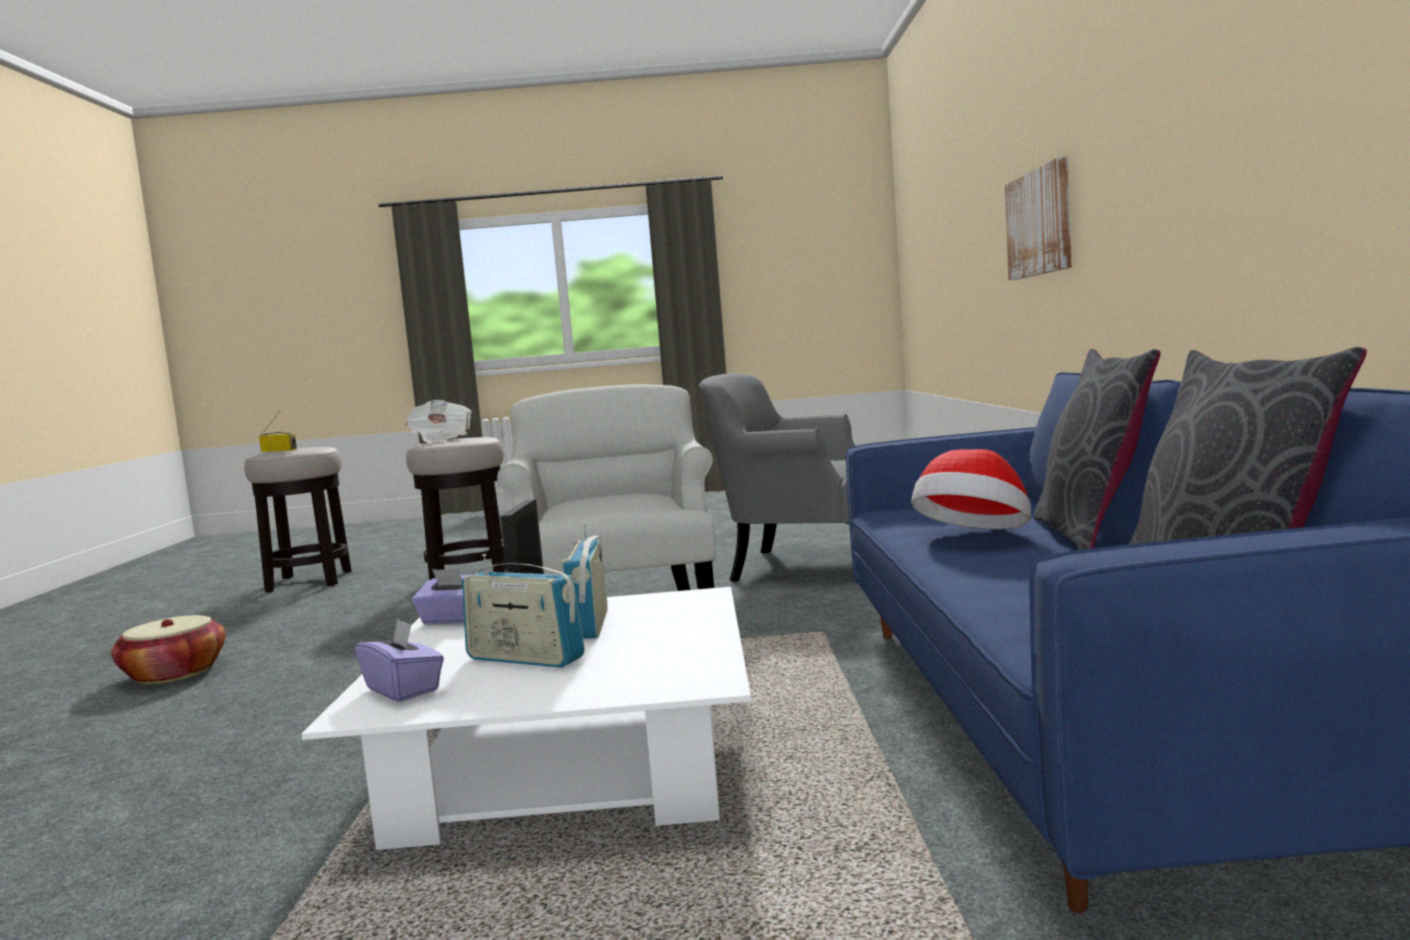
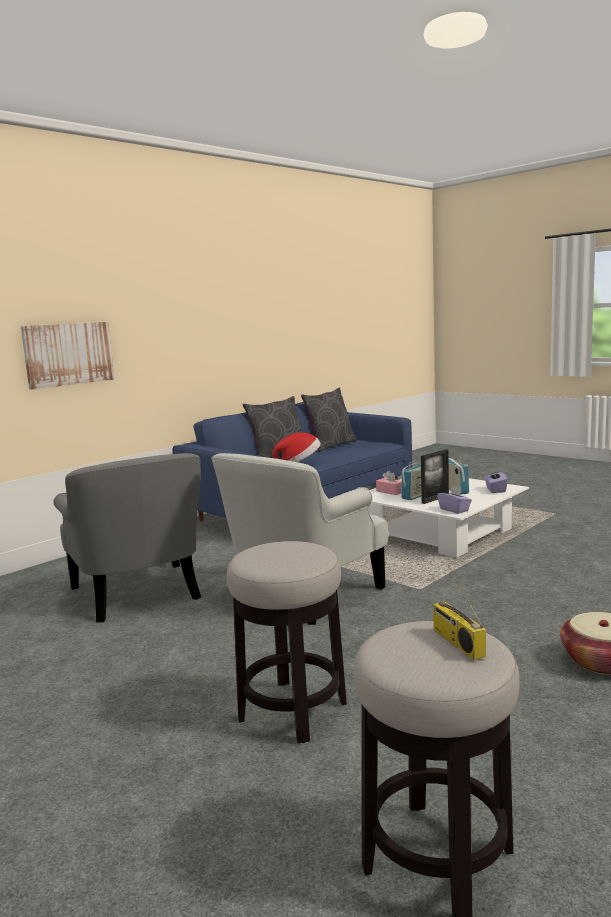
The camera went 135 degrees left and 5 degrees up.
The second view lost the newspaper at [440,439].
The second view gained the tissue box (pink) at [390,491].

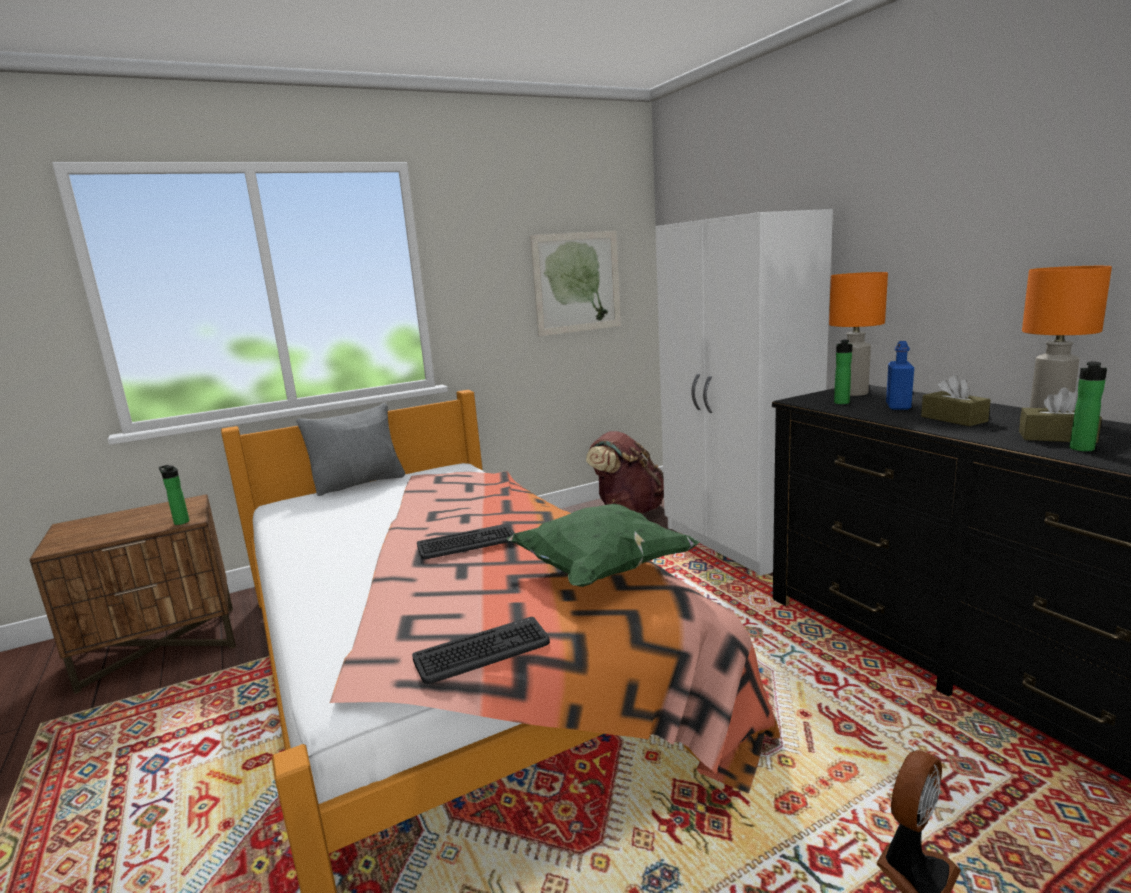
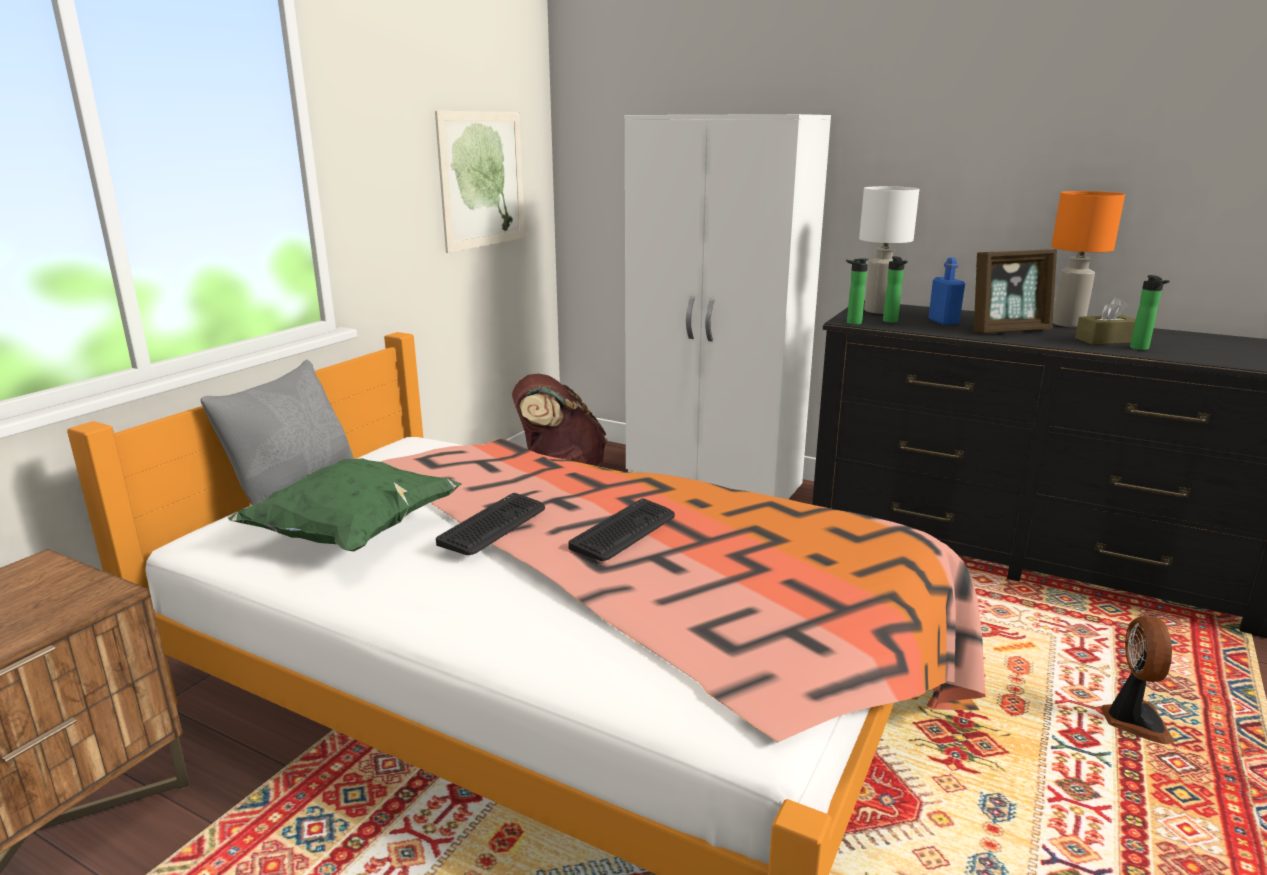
The camera went 35 degrees left and 5 degrees up.
The bottle ended up elsewhere, having gone from [180,522] to [851,323].
The keyboard ended up elsewhere, having gone from [483,652] to [494,525].
The pillow (green) ended up elsewhere, having gone from [601,570] to [354,534].
Where the tissue box (brown) stood at [953,419], the picture frame came to stand at [1009,330].
What was the table lamp (orange) at [853,393] turned into the table lamp (white) at [878,311].

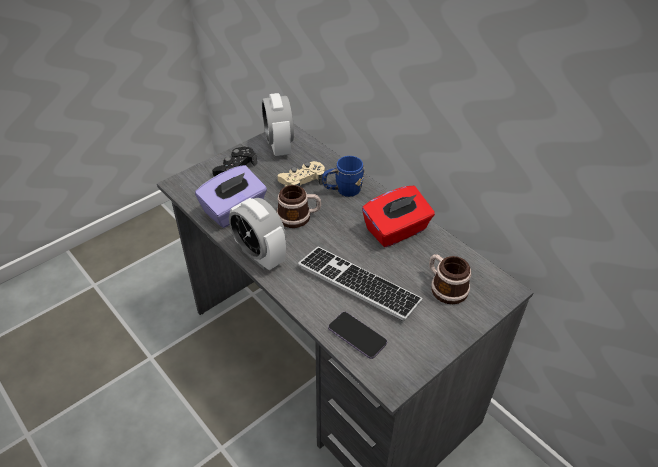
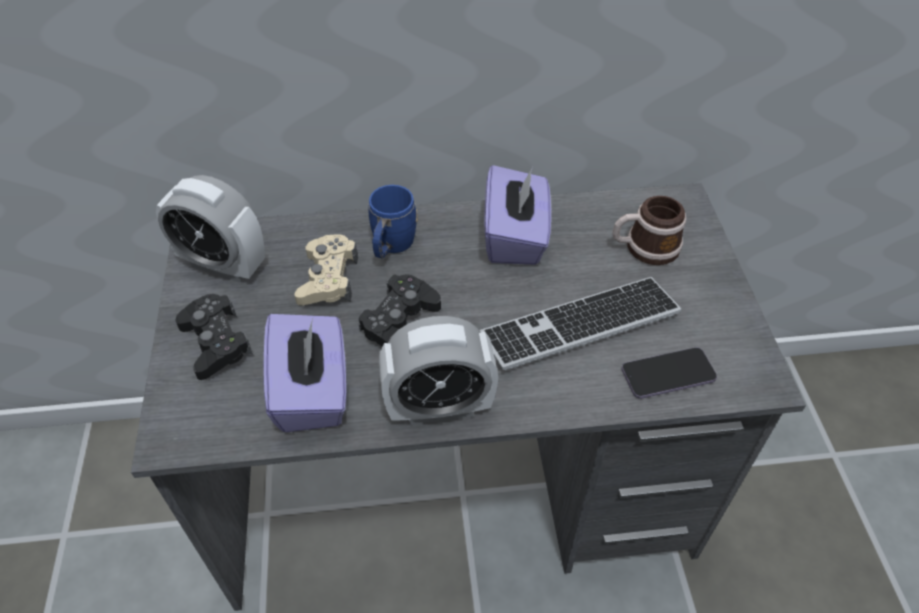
The camera went 55 degrees left and 5 degrees up.
Where the mug stood at [299,217], the game controller (black) came to stand at [400,321].
What was the tissue box (red) at [396,231] turned into the tissue box (purple) at [515,237].

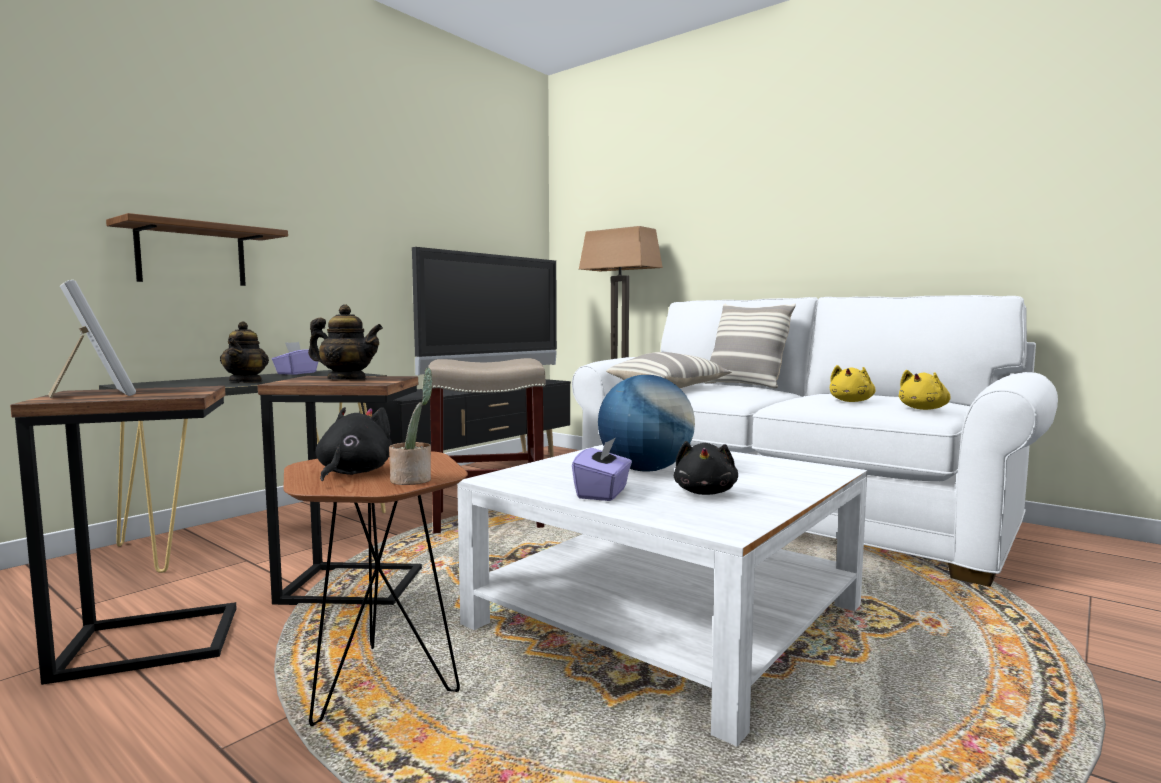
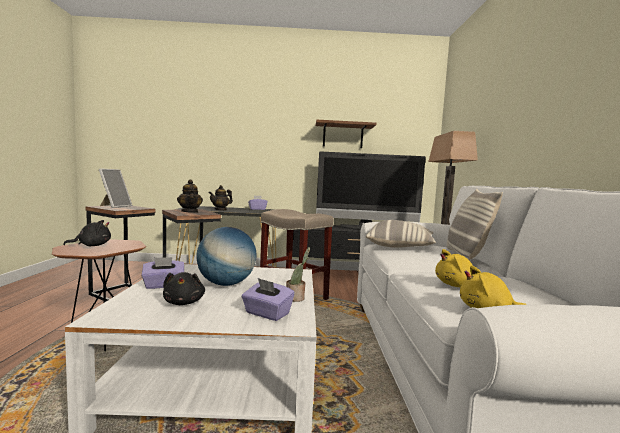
The camera went 50 degrees right and 0 degrees up.
The second view gained the tissue box (purple) at [267,314].
The shelf ended up elsewhere, having gone from [192,255] to [343,136].
The potted plant ended up elsewhere, having gone from [413,479] to [296,298].
The plush toy (black) at [705,492] ended up facing another way, 75 degrees counterclockwise from before.

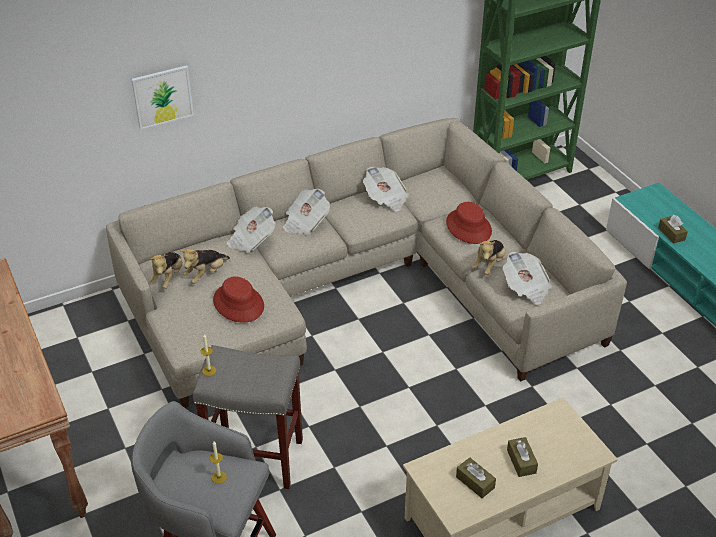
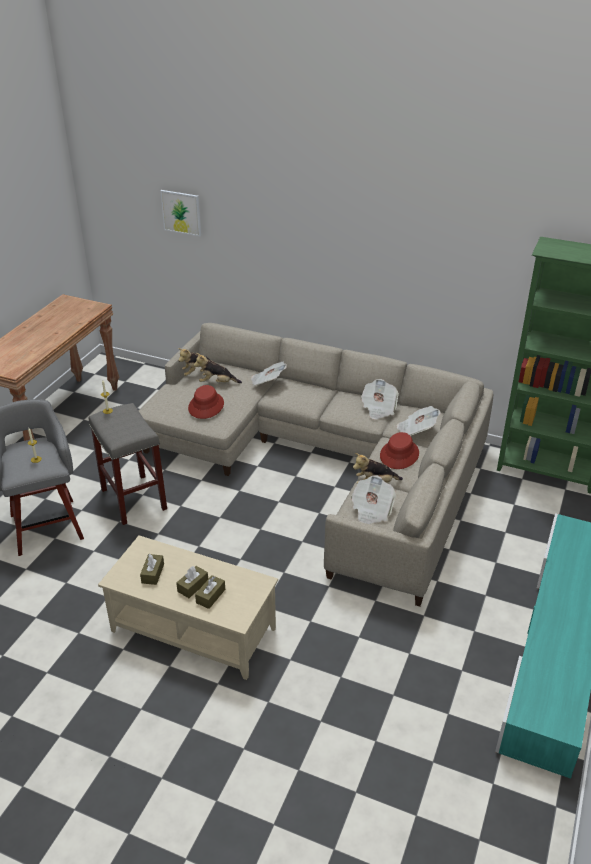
The camera went 50 degrees right and 5 degrees down.
The picture ended up elsewhere, having gone from [162,96] to [181,212].
The newspaper ended up elsewhere, having gone from [305,222] to [416,430].
The tissue box (brown) ended up elsewhere, having gone from [671,234] to [210,596].

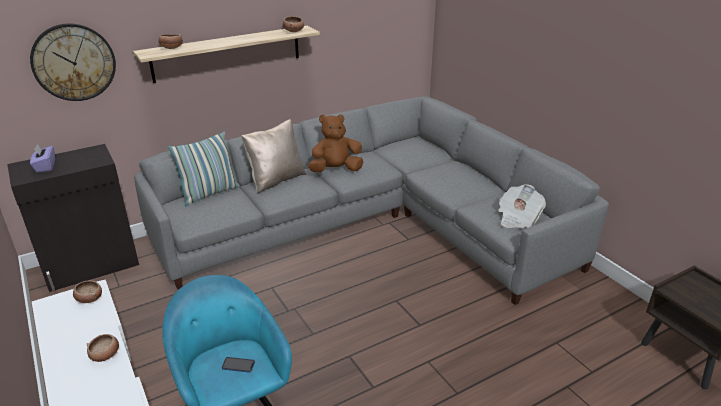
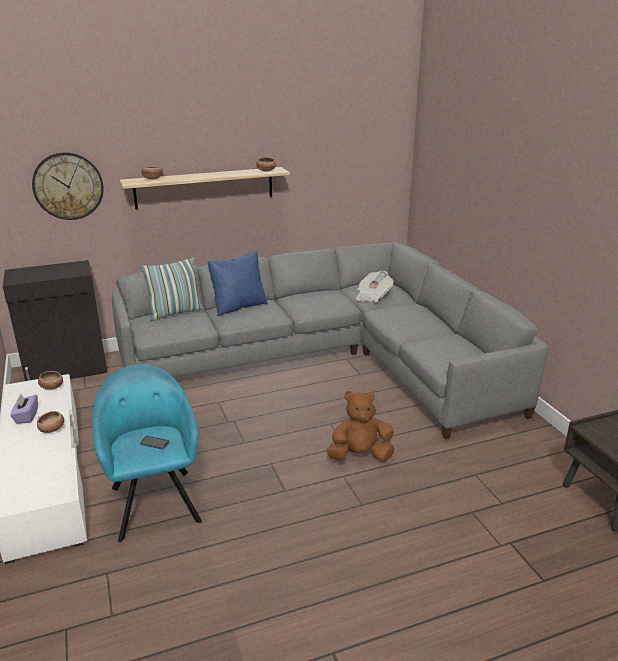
The camera went 10 degrees right and 5 degrees down.
The tissue box (purple) ended up elsewhere, having gone from [45,166] to [26,416].
The plush toy (brown) ended up elsewhere, having gone from [335,170] to [360,456].
The newspaper ended up elsewhere, having gone from [518,218] to [372,296].
What was the pillow (beige) at [276,180] turned into the pillow (blue) at [238,306].

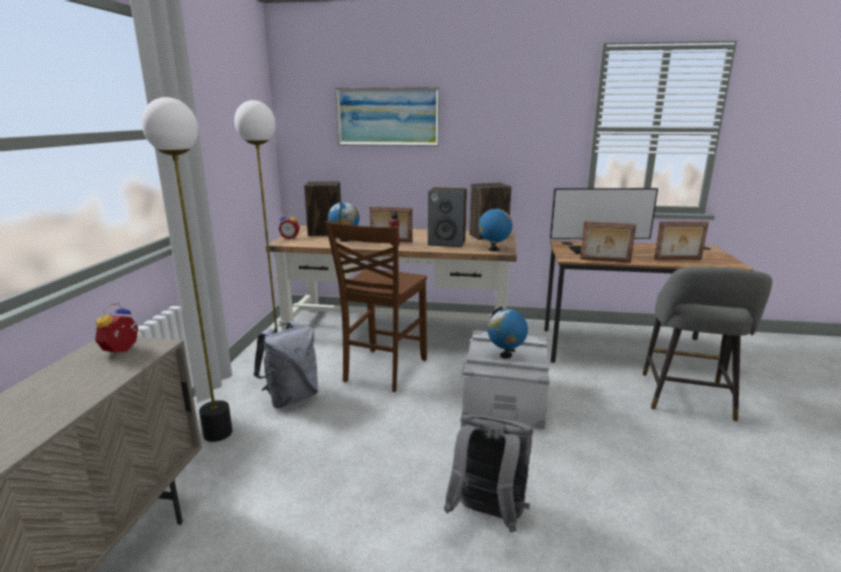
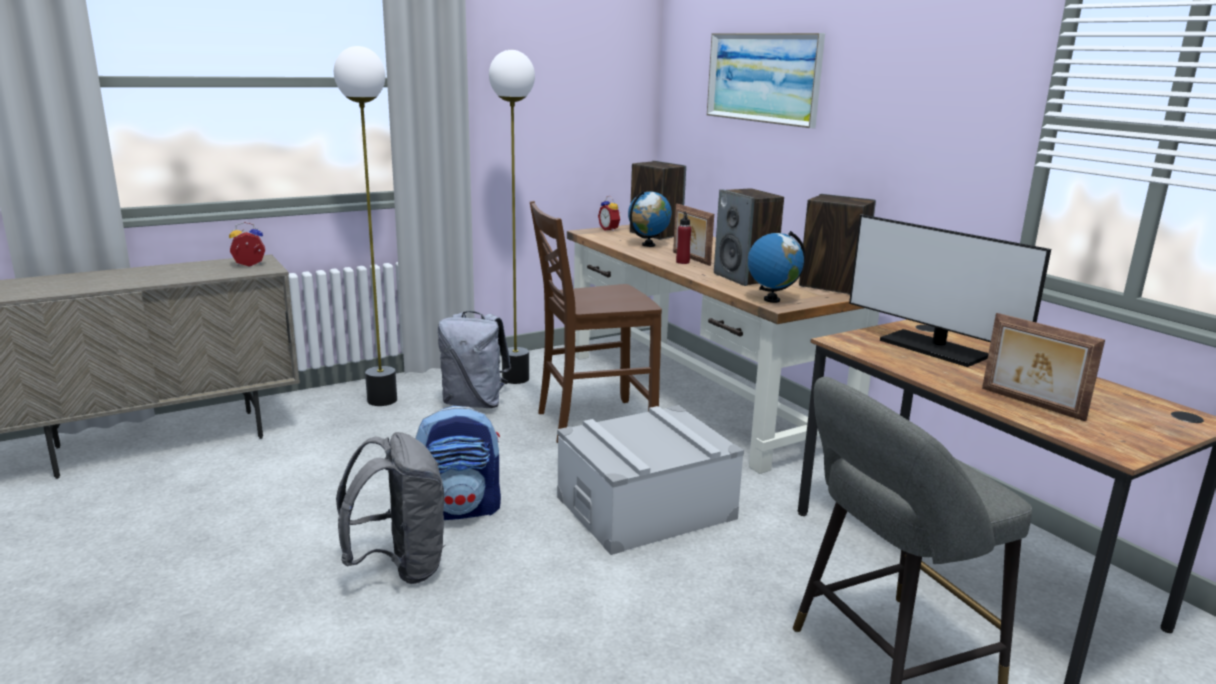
The camera went 50 degrees right and 0 degrees up.
The second view lost the globe at [505,355].
The second view lost the picture frame at [605,261].
The second view gained the backpack at [460,509].

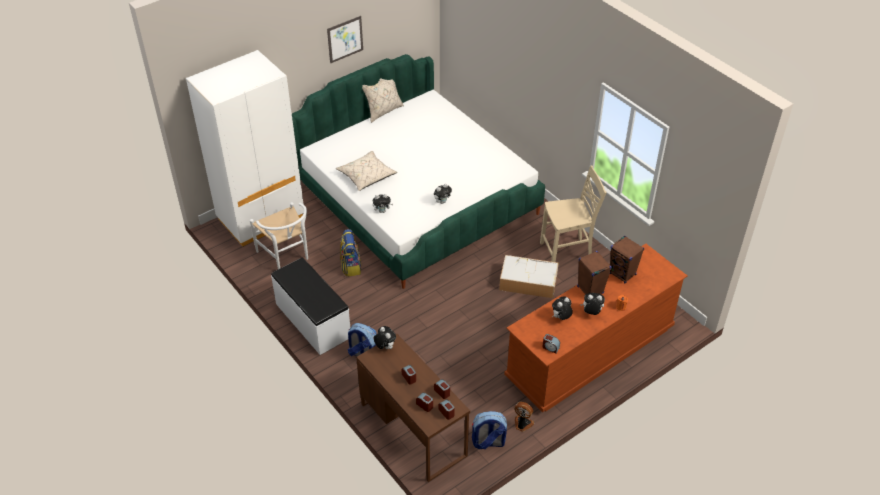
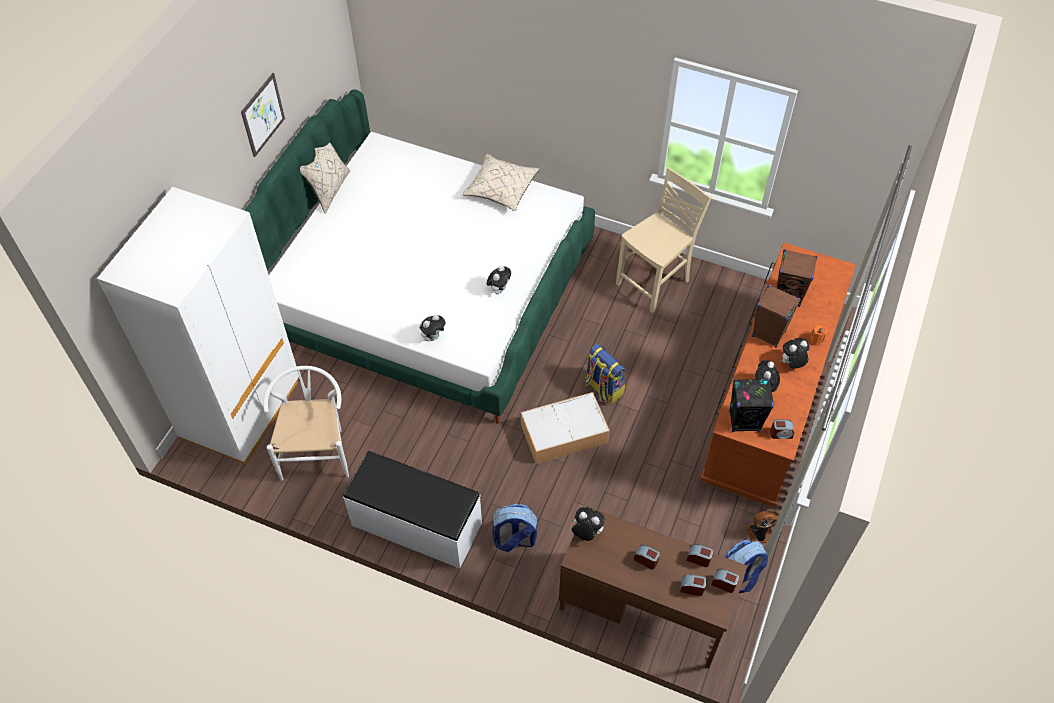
The camera went 30 degrees left and 10 degrees up.
The second view gained the speaker (black) at [744,421].
The pillow (beige) ended up elsewhere, having gone from [366,176] to [501,189].
The backpack ended up elsewhere, having gone from [351,266] to [603,388].
The storage box ended up elsewhere, having gone from [527,282] to [563,434].
The chair (white) at [286,256] ended up facing another way, 120 degrees counterclockwise from before.

